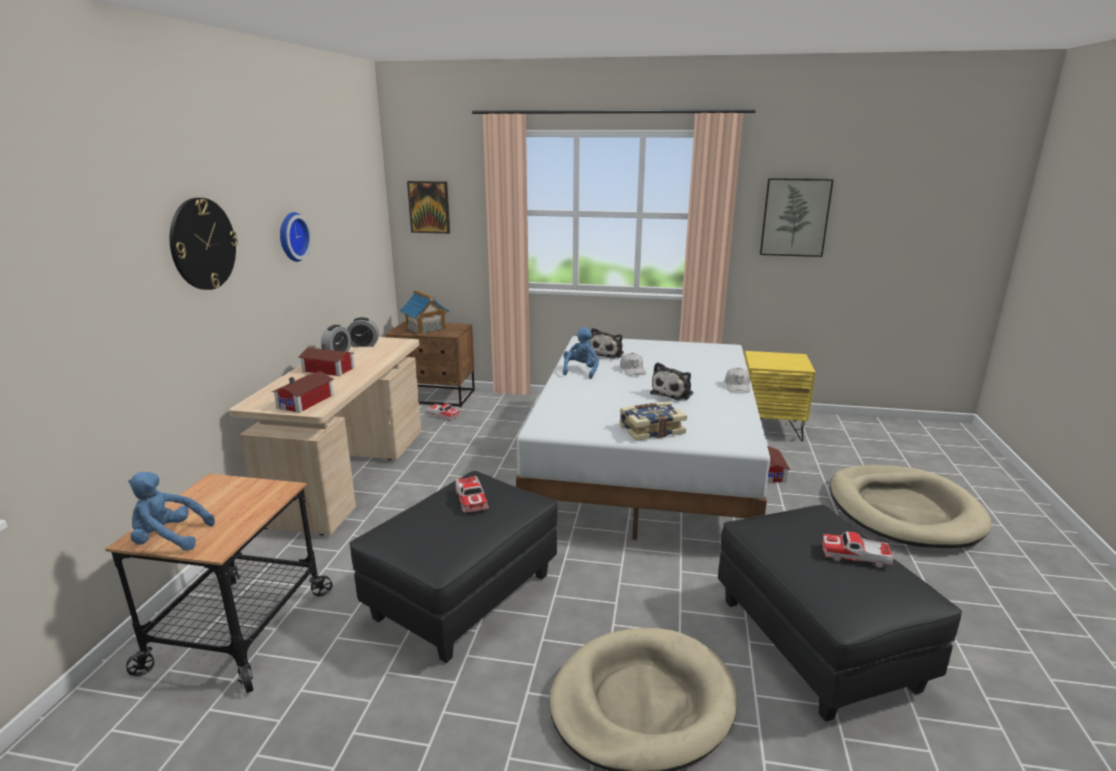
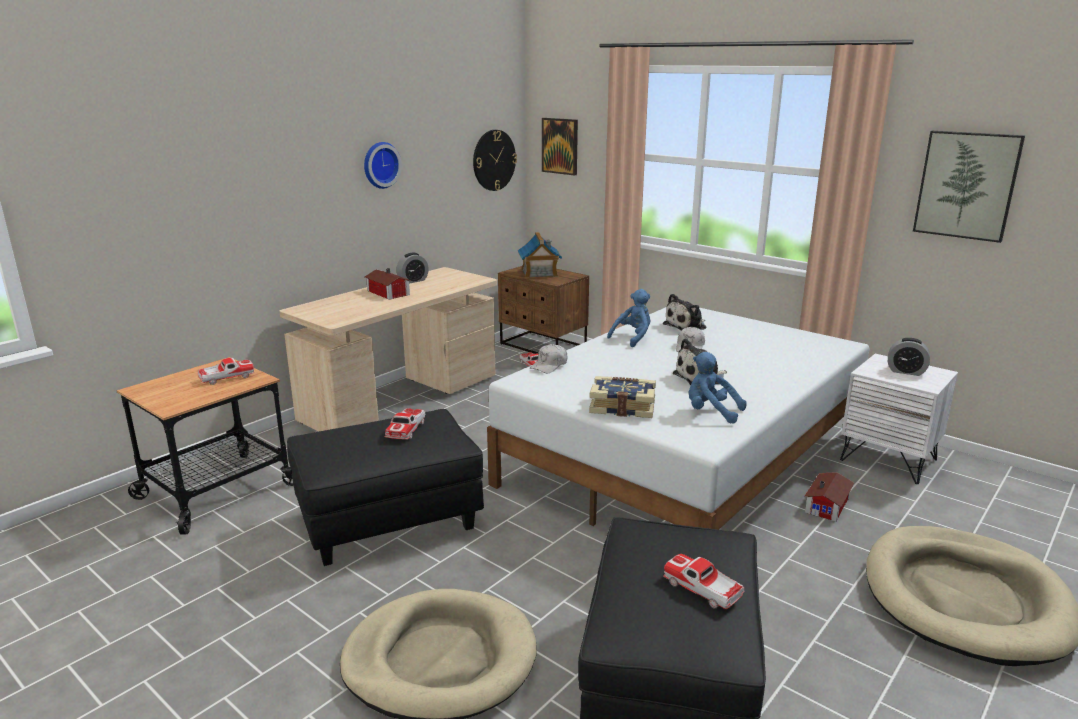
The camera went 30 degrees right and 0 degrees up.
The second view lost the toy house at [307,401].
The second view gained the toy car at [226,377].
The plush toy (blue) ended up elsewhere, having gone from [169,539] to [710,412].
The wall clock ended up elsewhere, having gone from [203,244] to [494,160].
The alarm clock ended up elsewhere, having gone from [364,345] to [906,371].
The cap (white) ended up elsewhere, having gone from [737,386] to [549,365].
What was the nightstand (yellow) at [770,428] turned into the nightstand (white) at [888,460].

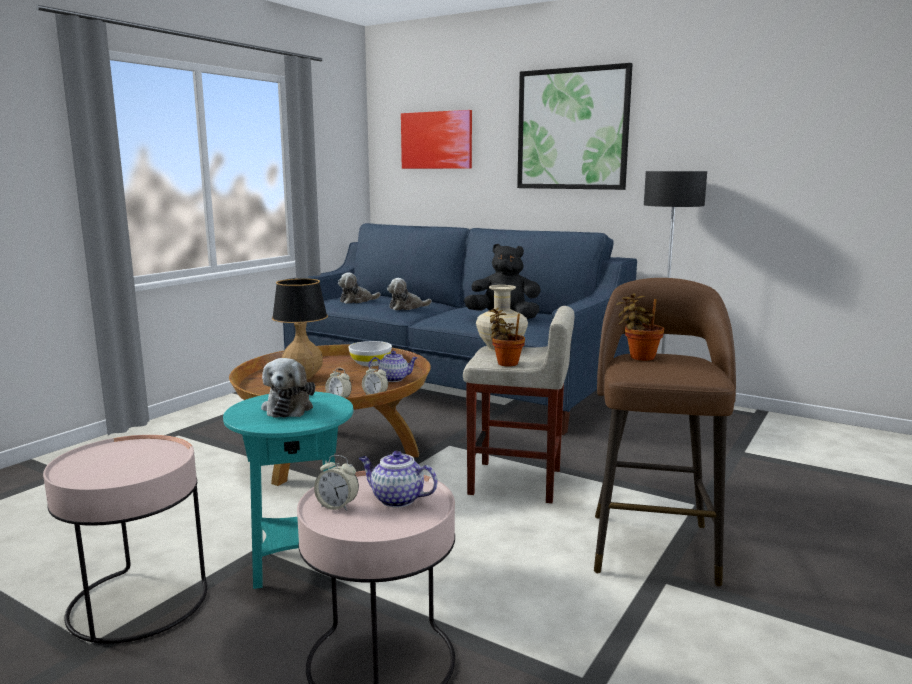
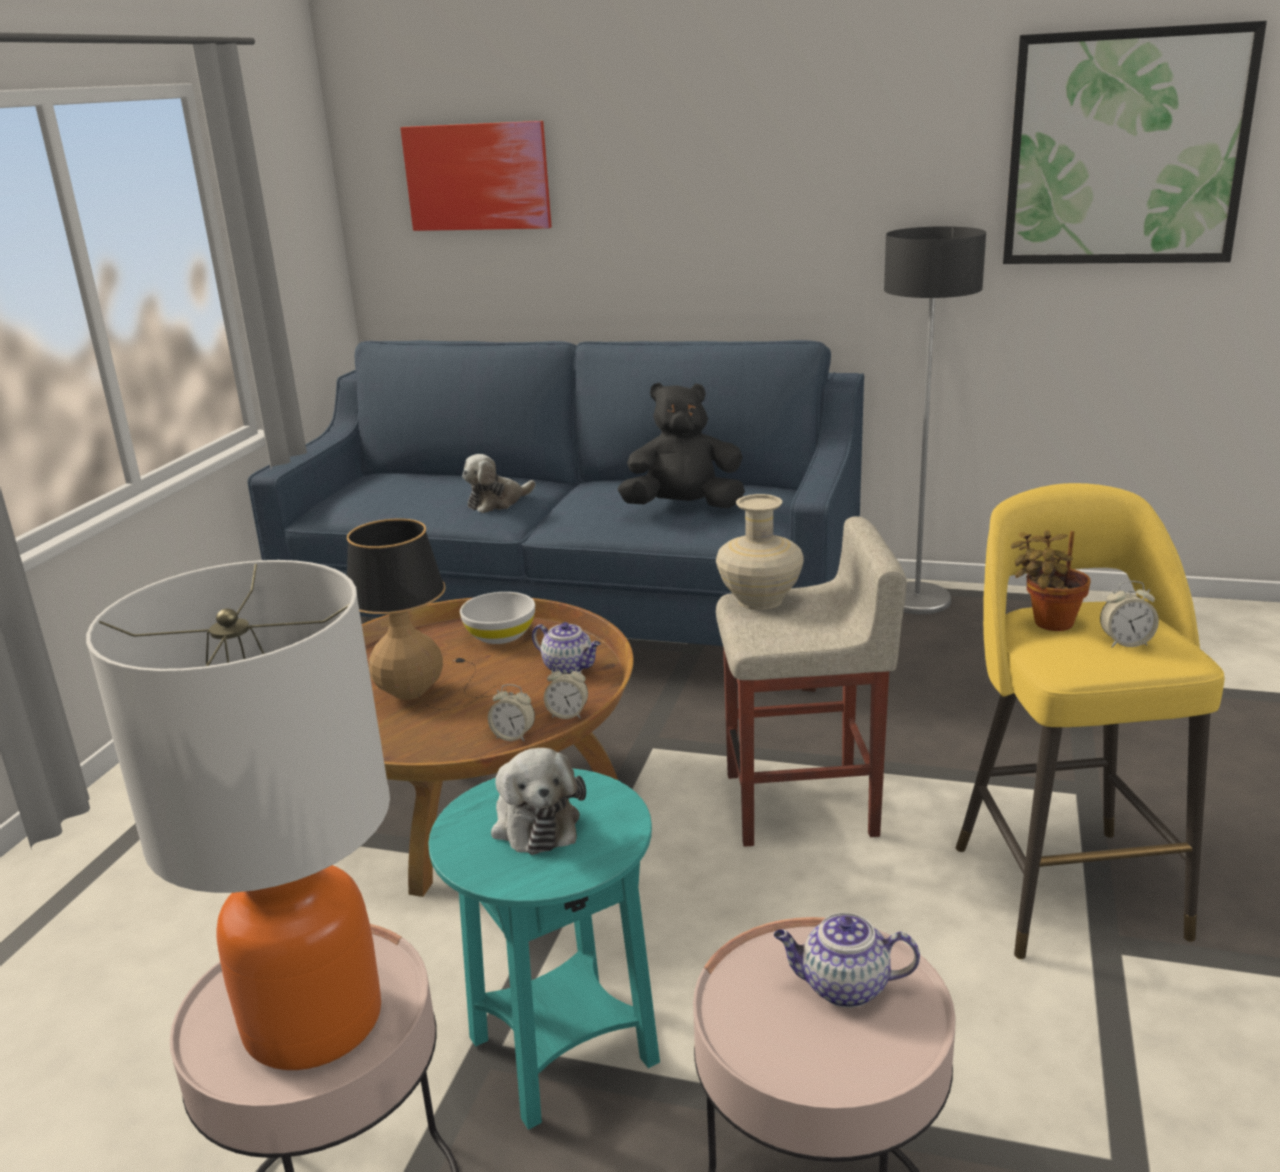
The camera went 15 degrees left and 10 degrees up.
The second view lost the plush toy at [357,301].
The second view lost the potted plant at [505,363].
The second view gained the table lamp at [311,1021].
The alarm clock ended up elsewhere, having gone from [337,506] to [1125,643].
The picture ended up elsewhere, having gone from [572,129] to [1125,149].
What was the stool (brown) at [652,545] turned into the stool (yellow) at [1064,886].
The teapot at [394,379] ended up facing another way, 60 degrees clockwise from before.

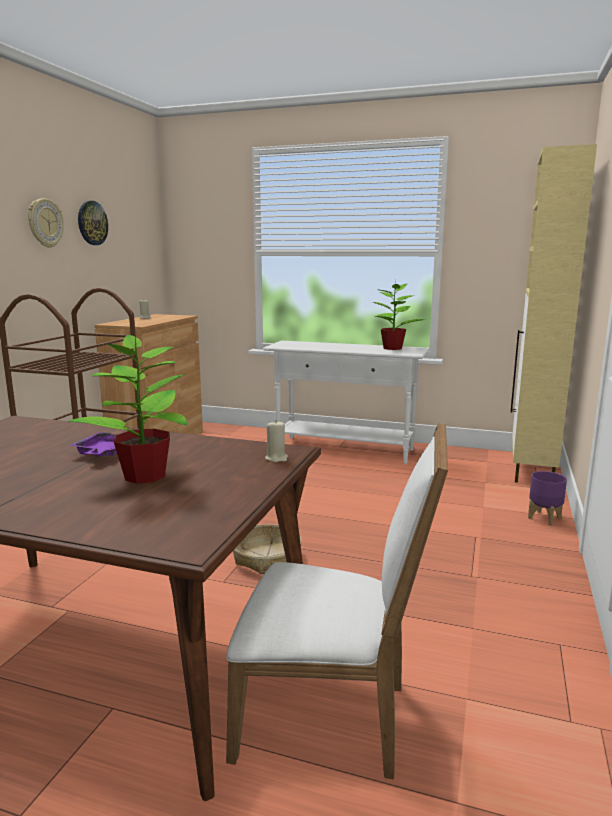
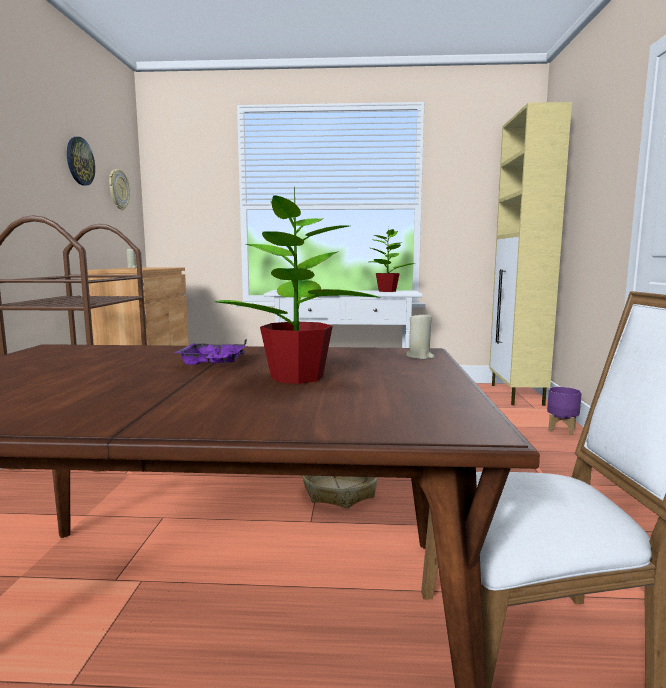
The camera went 15 degrees left and 5 degrees down.
The wall clock ended up elsewhere, having gone from [45,223] to [118,189].

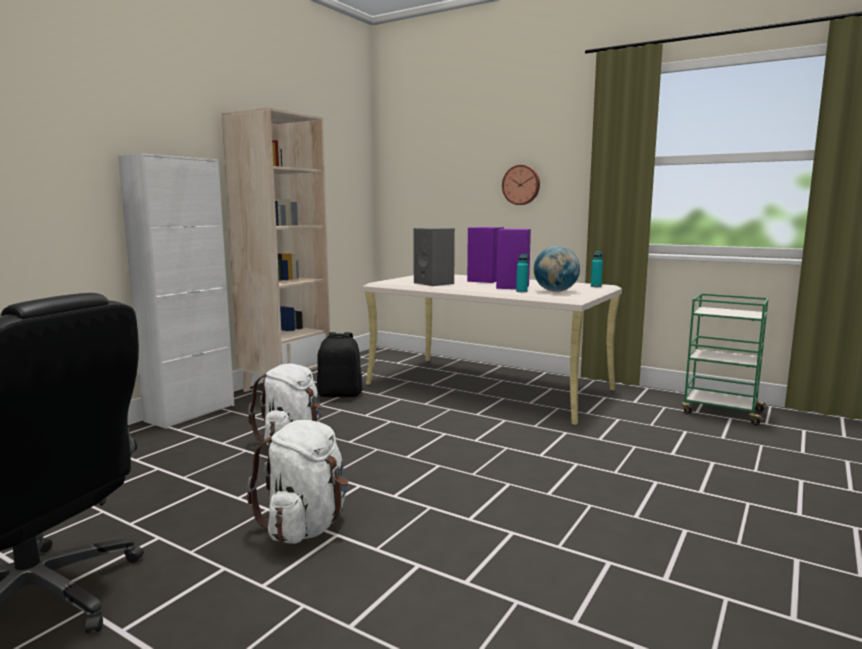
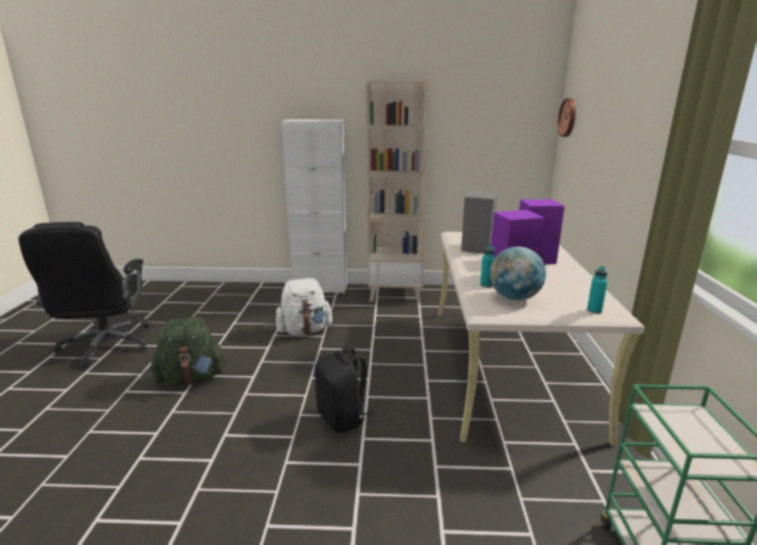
The camera went 60 degrees right and 10 degrees up.
The backpack (black) ended up elsewhere, having gone from [340,394] to [342,418].
The wall clock ended up elsewhere, having gone from [521,185] to [568,117].
What was the backpack (white) at [306,526] turned into the backpack (green) at [192,379].

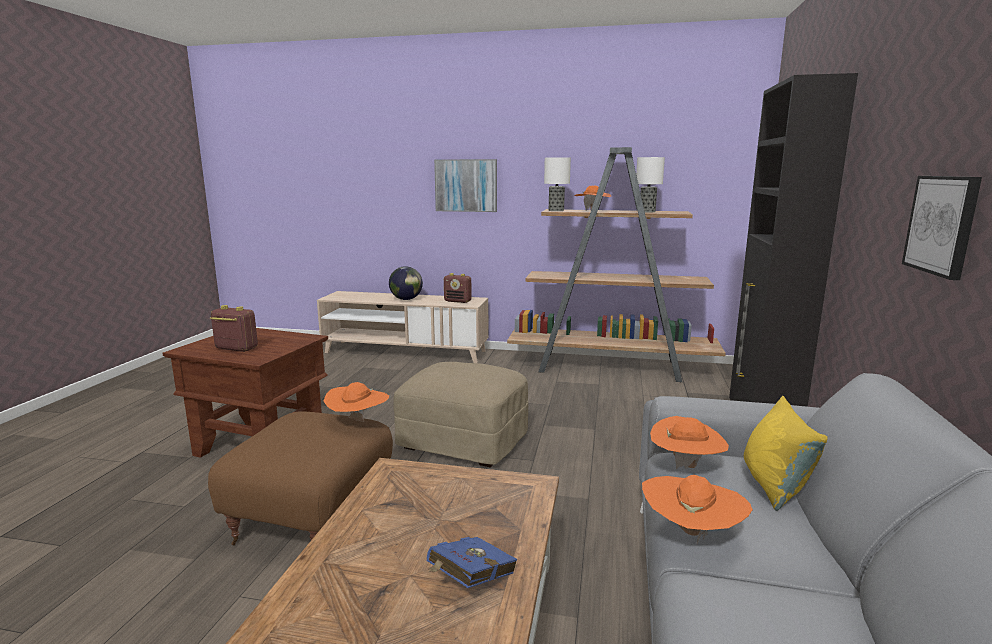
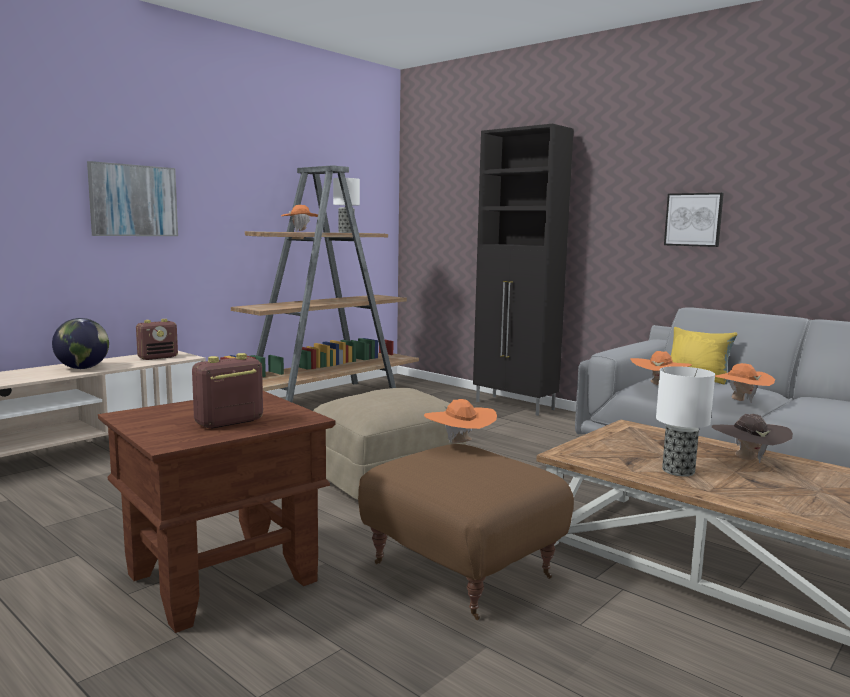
The camera went 60 degrees left and 5 degrees down.
The table lamp ended up elsewhere, having gone from [555,210] to [677,471].
Where the book (blue) stood at [469,581], the hat (brown) came to stand at [747,459].

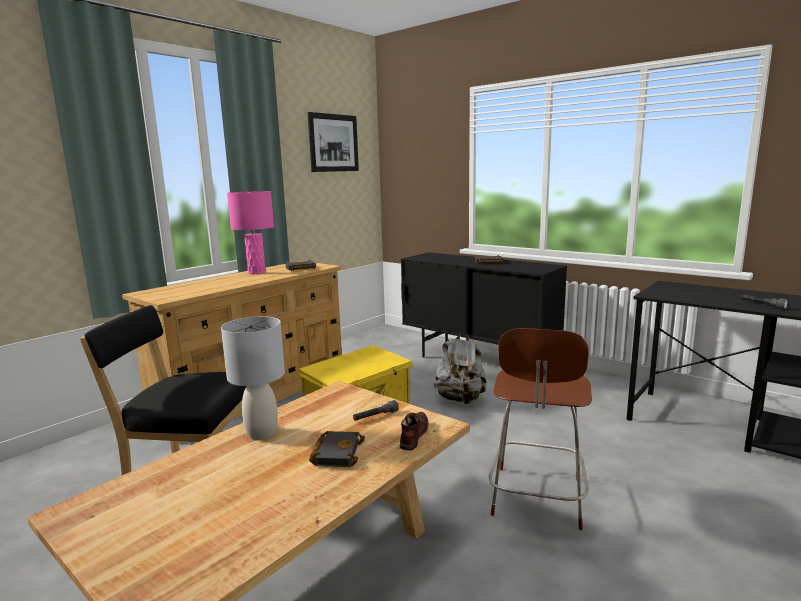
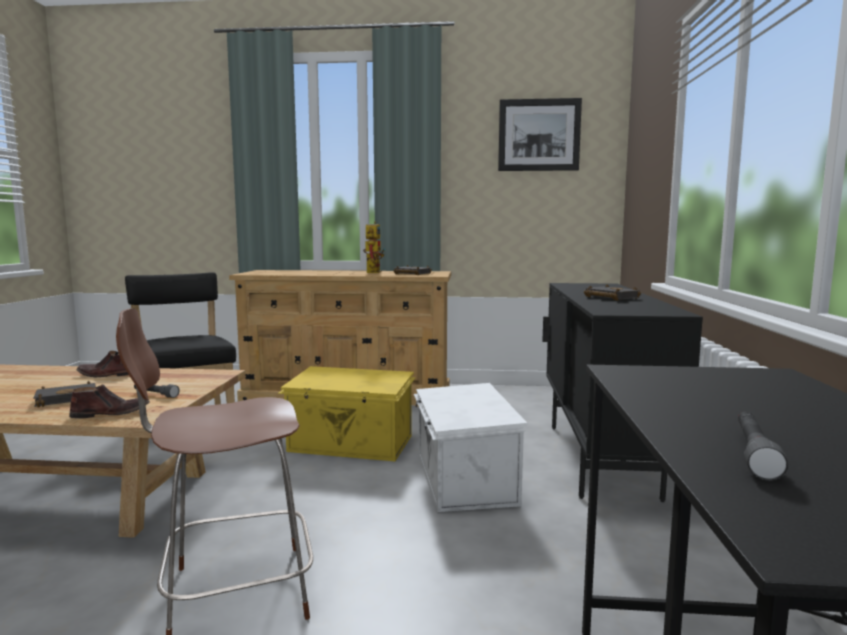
The camera went 55 degrees right and 5 degrees down.
Where the table lamp (grey) stood at [262,433], the shoe (brown) came to stand at [107,375].
Where the table lamp (pink) stood at [256,272], the toy robot came to stand at [373,272].
Where the backpack (grey) stood at [460,399], the storage box (white) came to stand at [463,479].

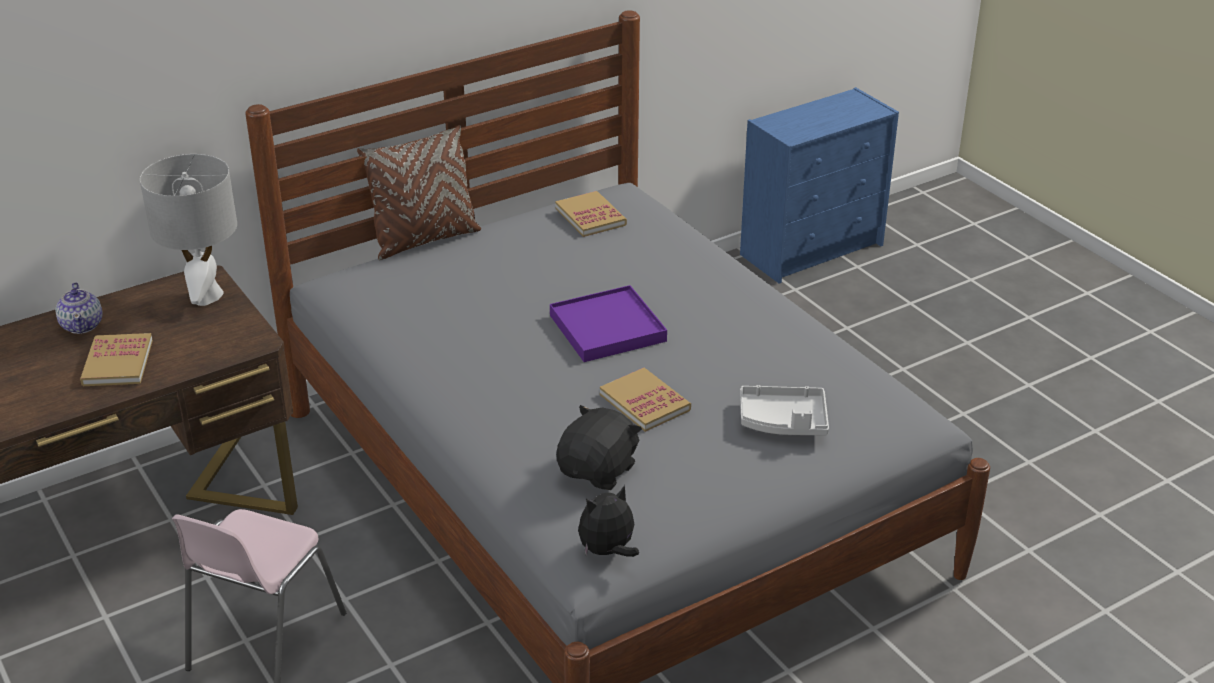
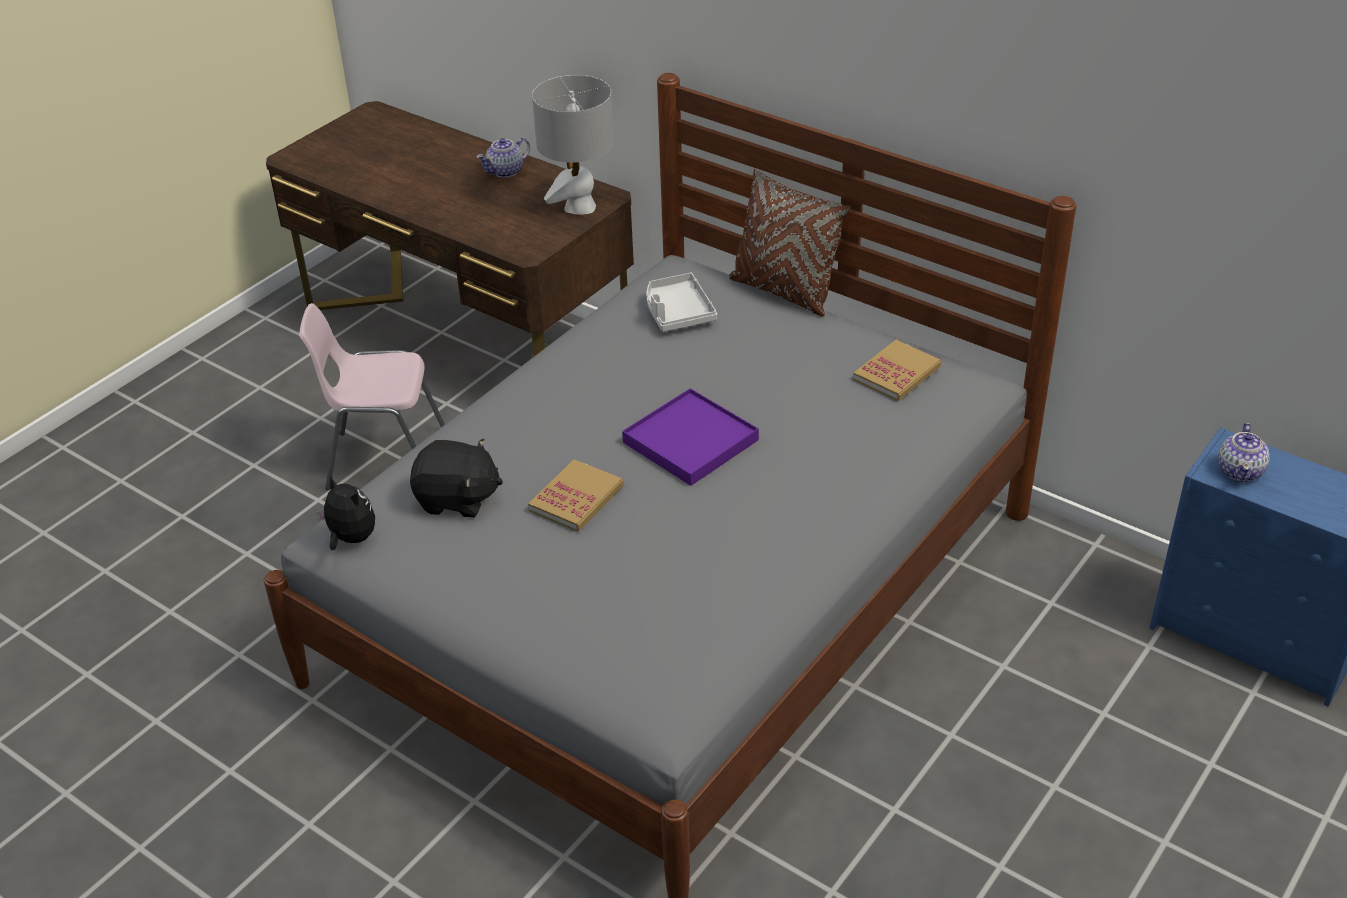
The camera went 70 degrees right and 5 degrees up.
The second view lost the book at [117,363].
The second view gained the teapot at [1240,471].
The tray (grey) ended up elsewhere, having gone from [783,421] to [677,312].

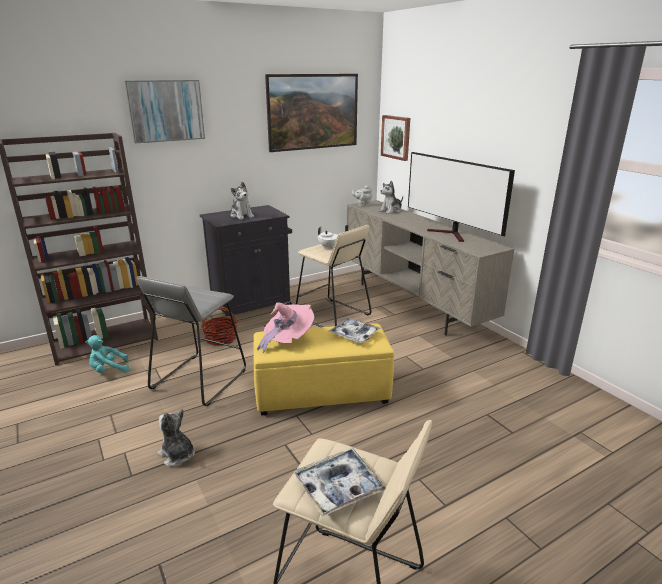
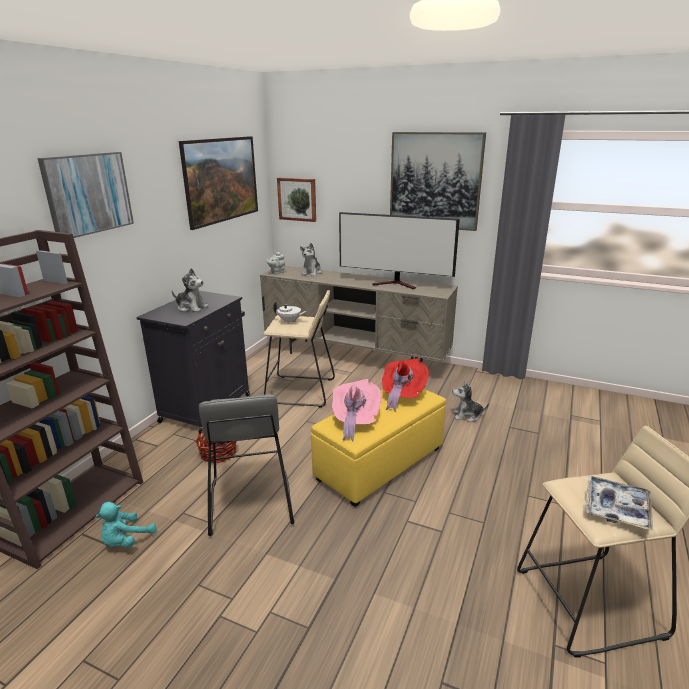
The camera went 35 degrees left and 0 degrees up.
The second view gained the picture at [435,181].
The plush toy ended up elsewhere, having gone from [177,455] to [467,416].
Where the tray stood at [354,334], the hat (red) came to stand at [402,395].

